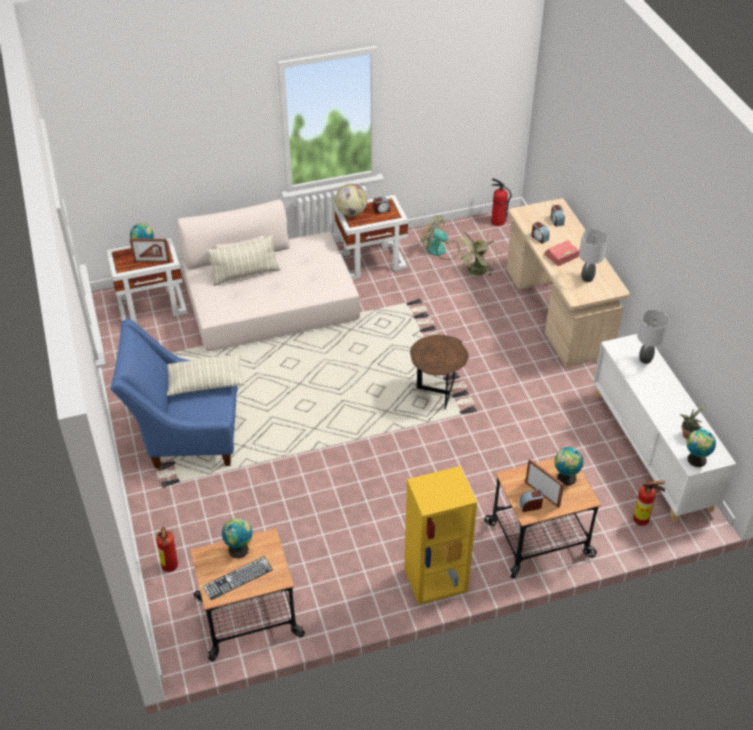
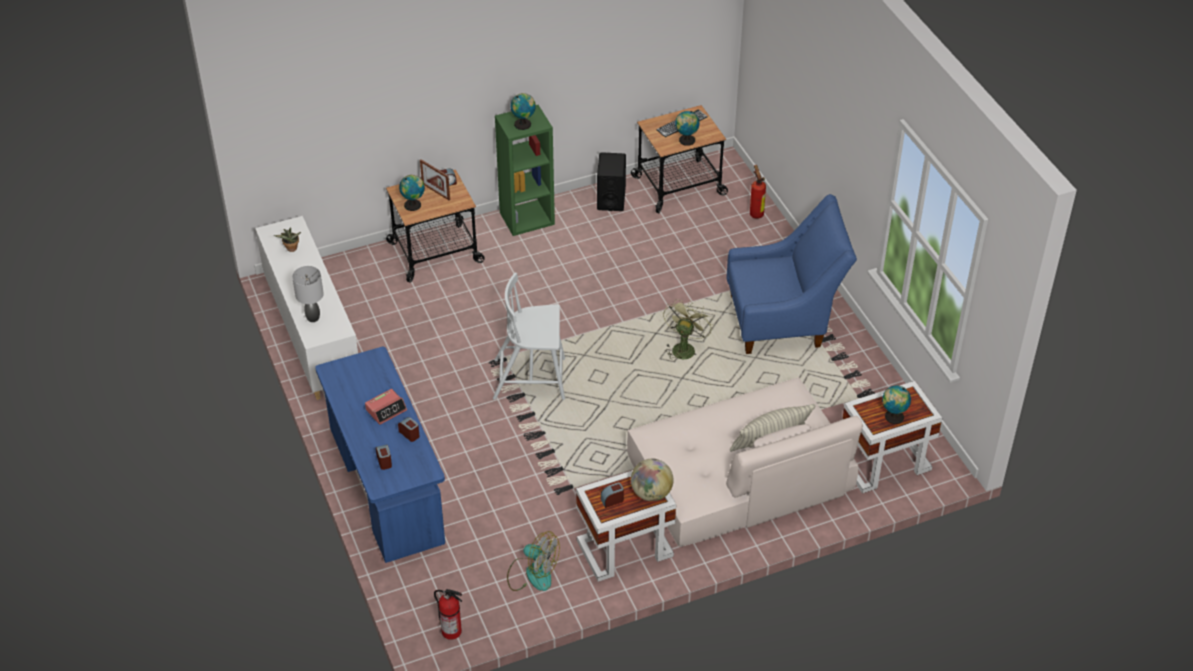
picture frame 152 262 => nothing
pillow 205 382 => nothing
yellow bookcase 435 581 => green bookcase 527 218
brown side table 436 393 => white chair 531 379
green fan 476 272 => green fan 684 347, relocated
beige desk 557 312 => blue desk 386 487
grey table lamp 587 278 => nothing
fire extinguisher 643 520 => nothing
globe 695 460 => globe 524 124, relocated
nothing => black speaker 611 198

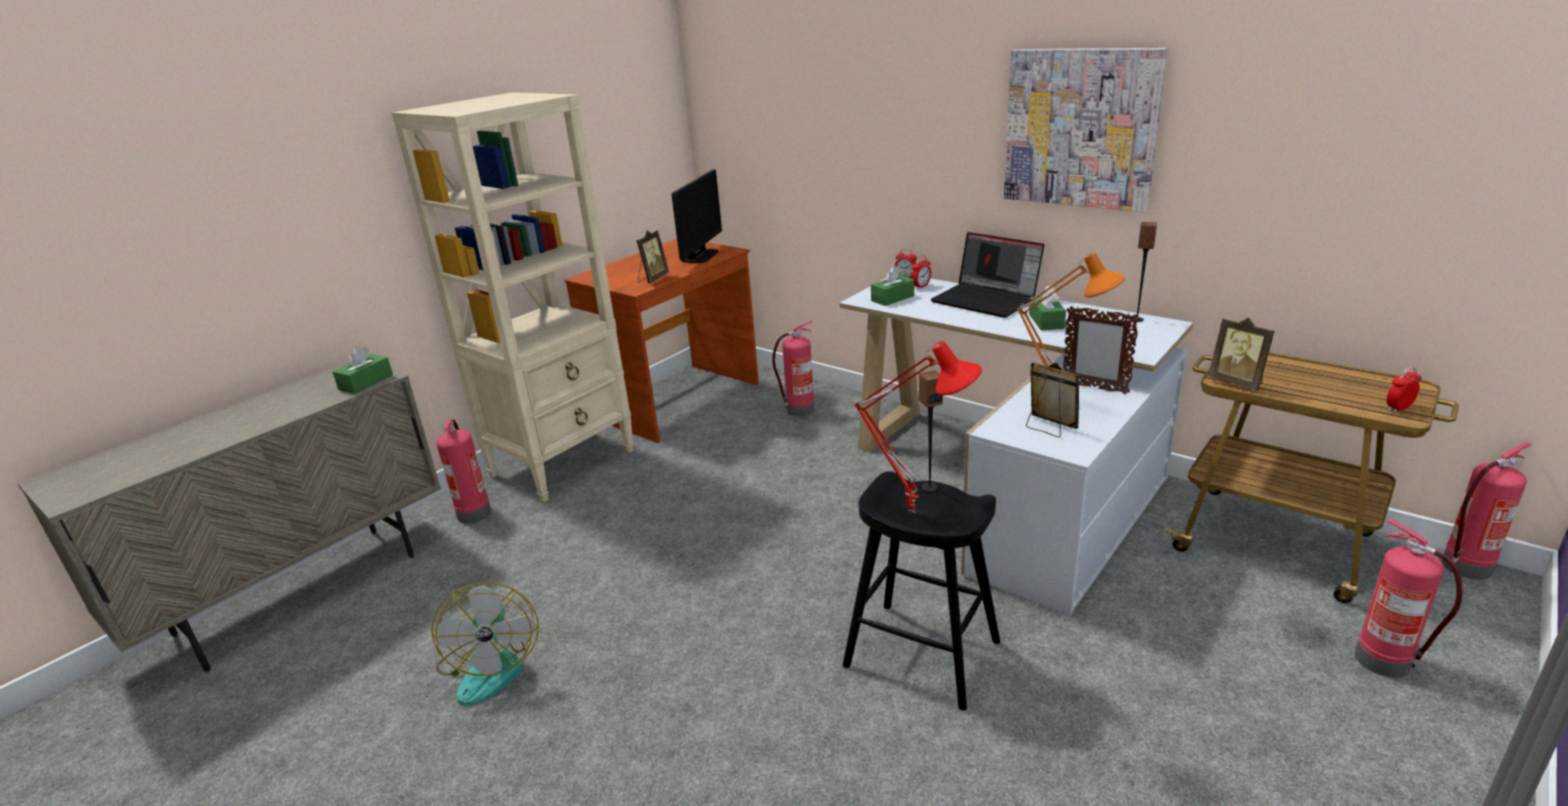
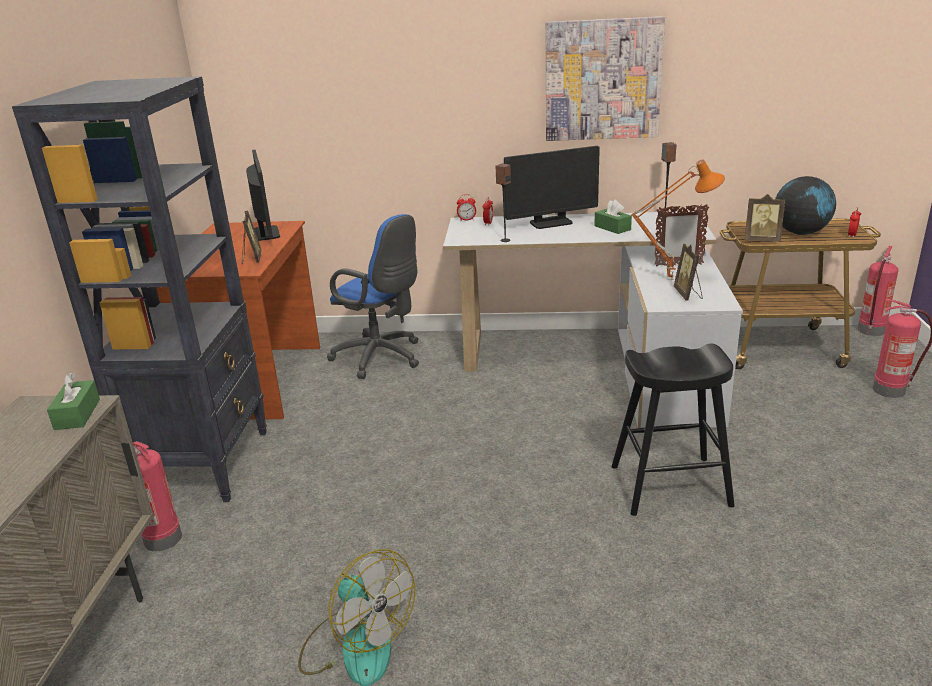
beige bookcase 564 462 => black bookcase 205 464
fire extinguisher 799 410 => blue office chair 382 358
red table lamp 914 510 => nothing
green tissue box 892 298 => nothing
speaker 929 487 => speaker 505 240, relocated
laptop 987 300 => monitor 551 223
picture frame 1048 427 => picture frame 688 294, 105 degrees counterclockwise
nothing => globe 800 233

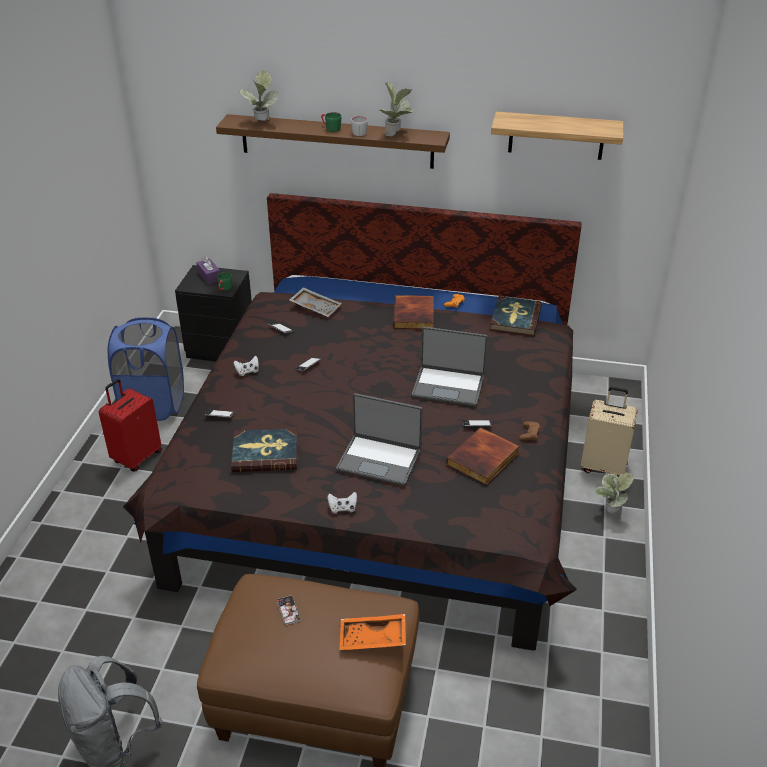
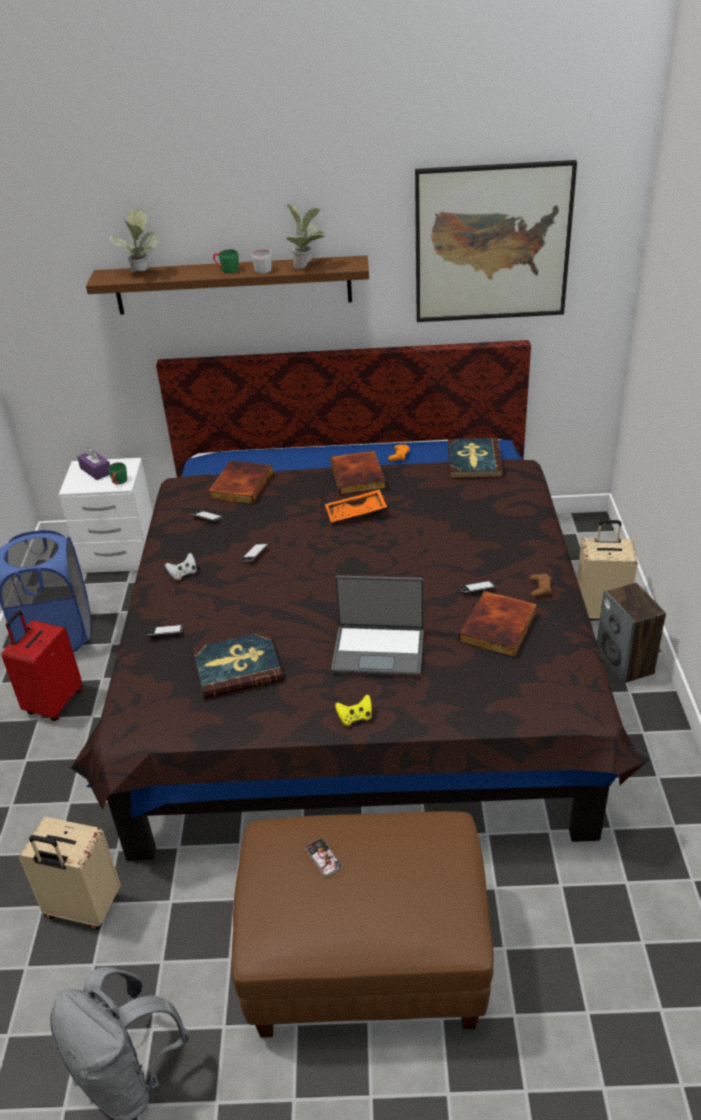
black nightstand 222 349 => white nightstand 121 555
grey tray 316 307 => book 240 485
white game controller 342 508 => yellow game controller 355 717
orange tray 372 639 => orange tray 356 513, relocated
laptop 448 386 => nothing
shelf 556 136 => picture 492 243
potted plant 609 512 => speaker 625 663
nothing => beige suitcase 82 908

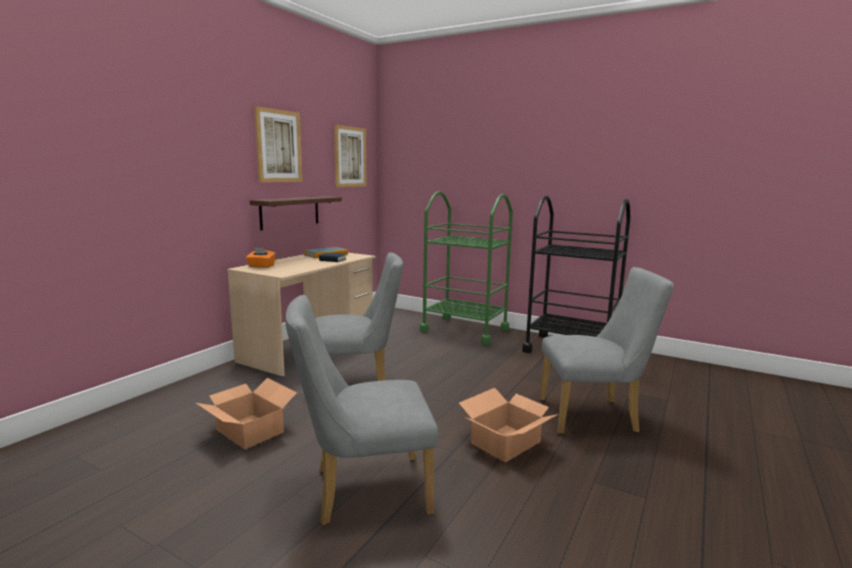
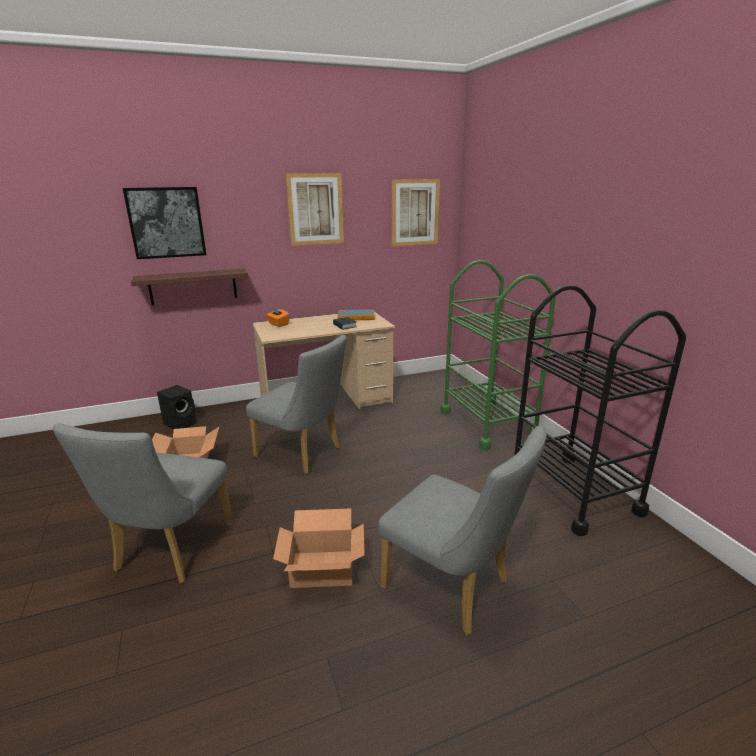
shelf 290 212 => shelf 193 286, relocated
grey chair 362 491 => grey chair 170 551, 105 degrees counterclockwise
nothing => picture 166 222
nothing => black speaker 181 423

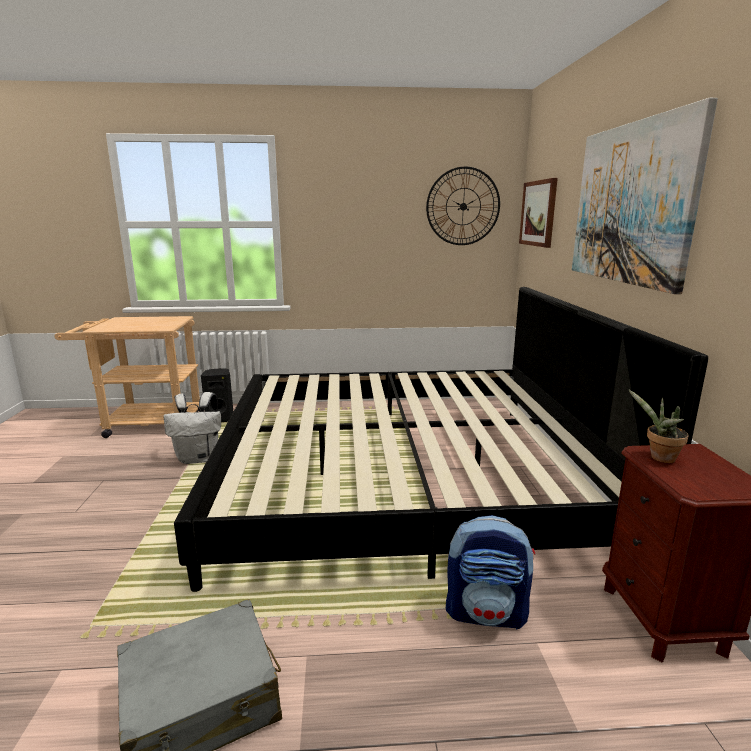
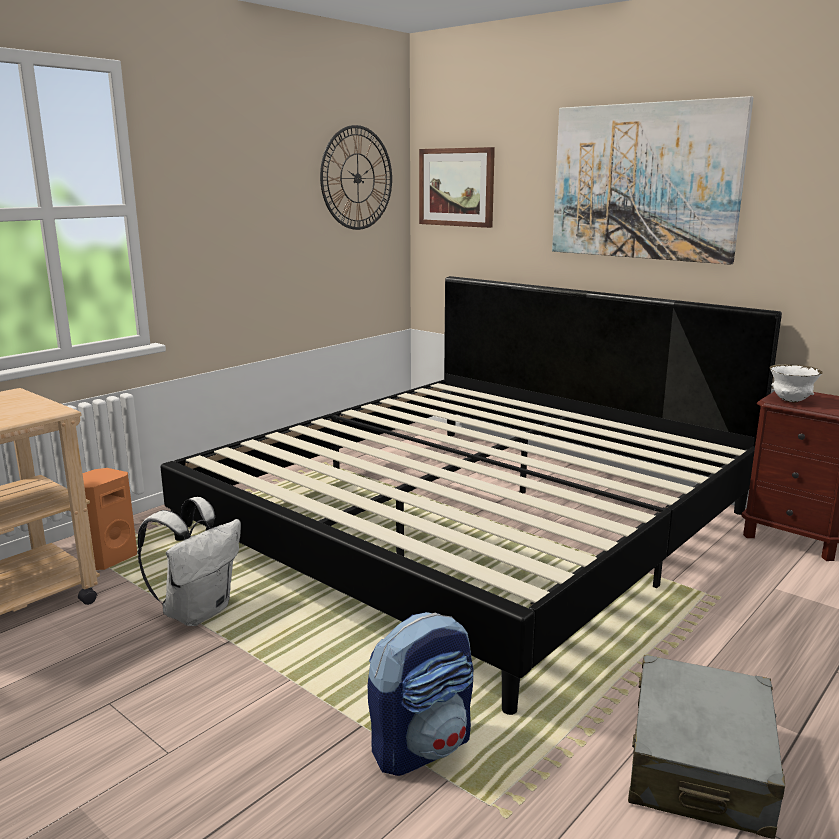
black speaker 221 419 => orange speaker 108 558
backpack 486 613 => backpack 422 746, relocated
potted plant 659 458 => white bowl 791 401

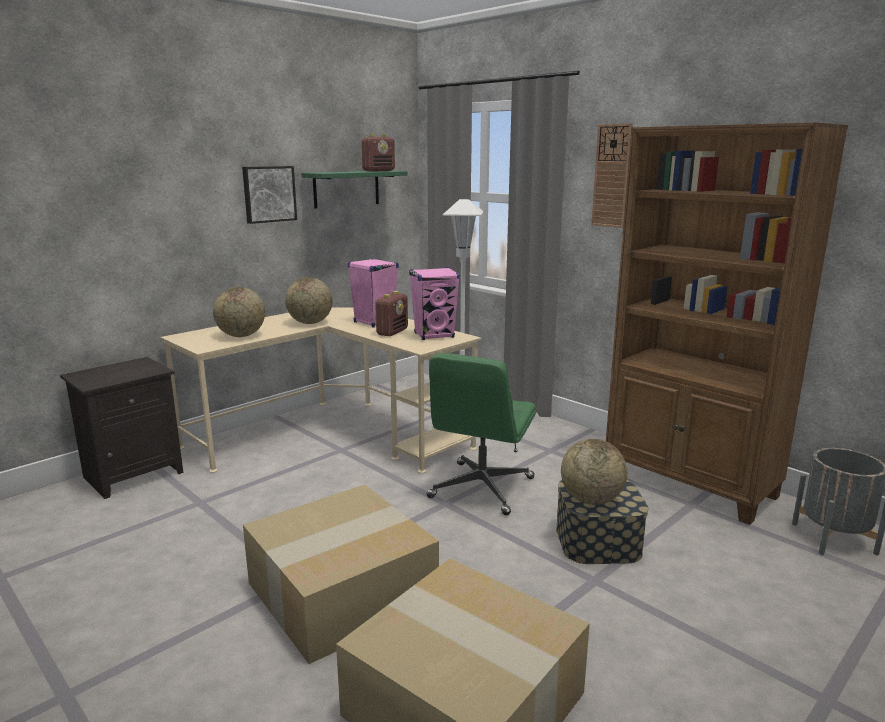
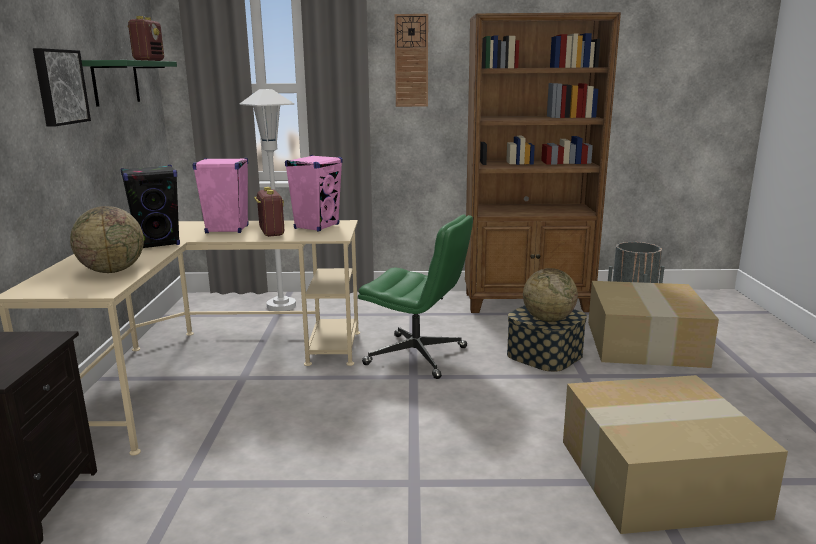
cardboard box 341 594 => cardboard box 646 344, relocated
globe 310 323 => black speaker 158 244
green office chair 481 488 => green office chair 417 356, 45 degrees counterclockwise

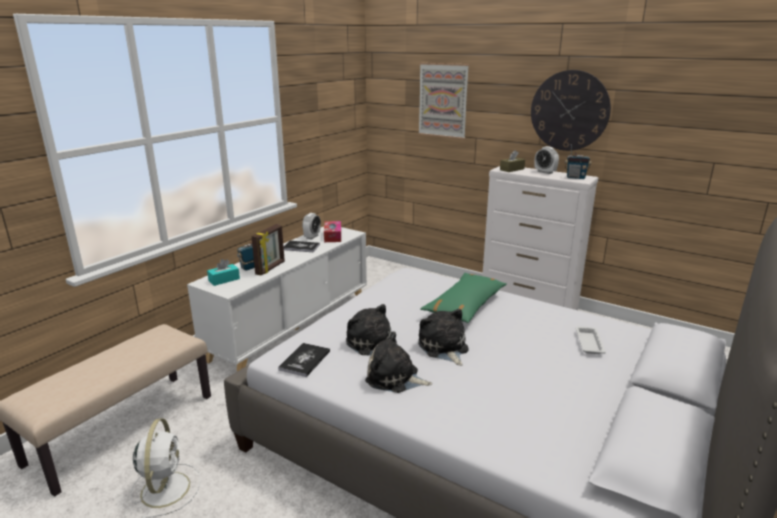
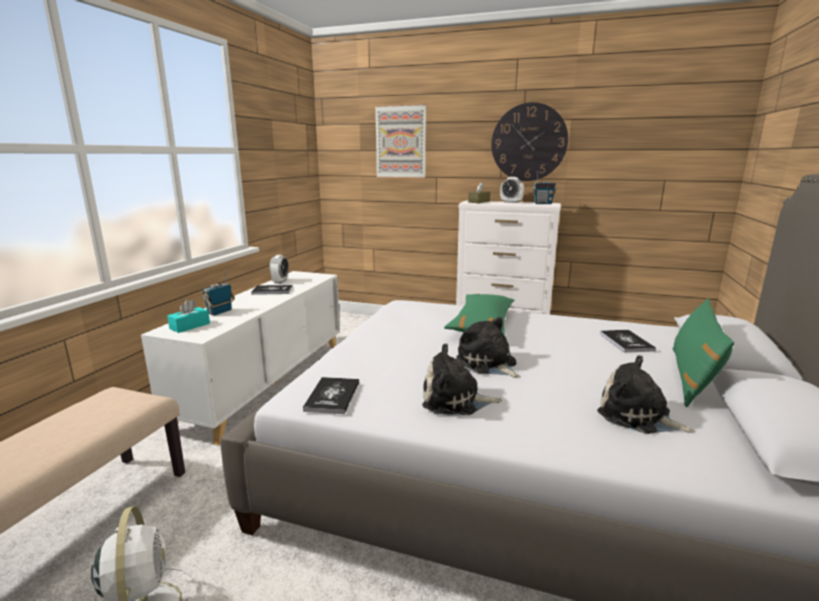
picture frame 271 268 => nothing
tissue box 332 236 => nothing
plush toy 372 344 => plush toy 638 416, relocated
white tray 589 342 => book 626 342
nothing => green pillow 692 377

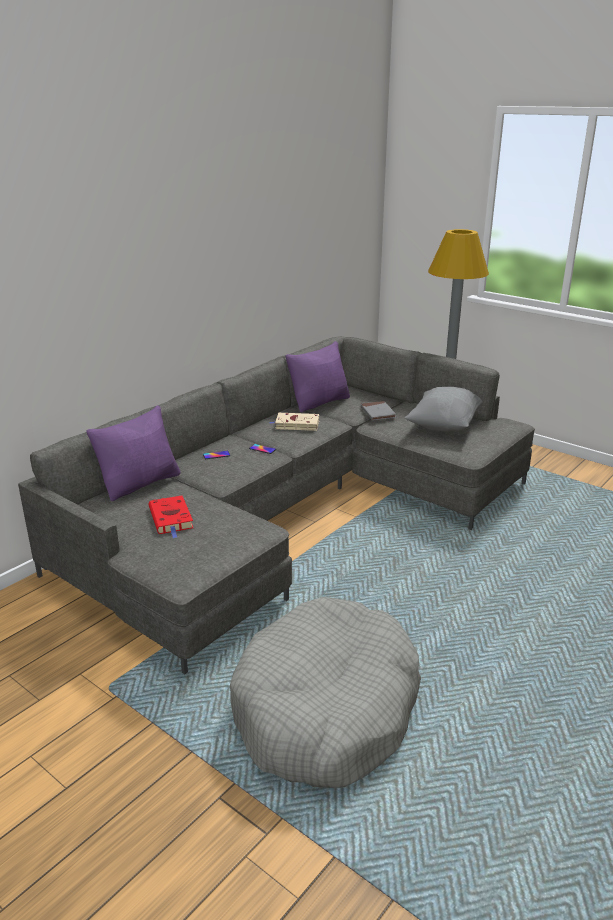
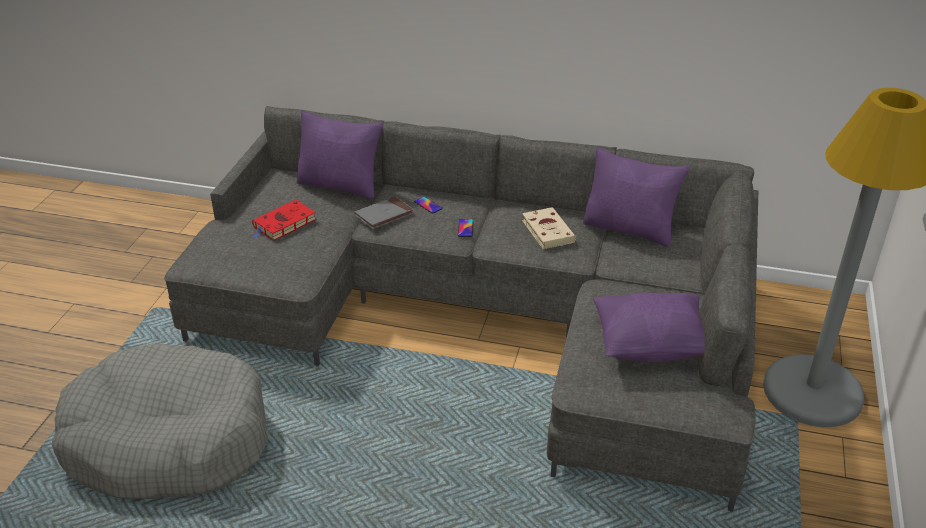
grey book 378 413 => grey book 384 215, relocated
grey pillow 444 425 => purple pillow 651 346

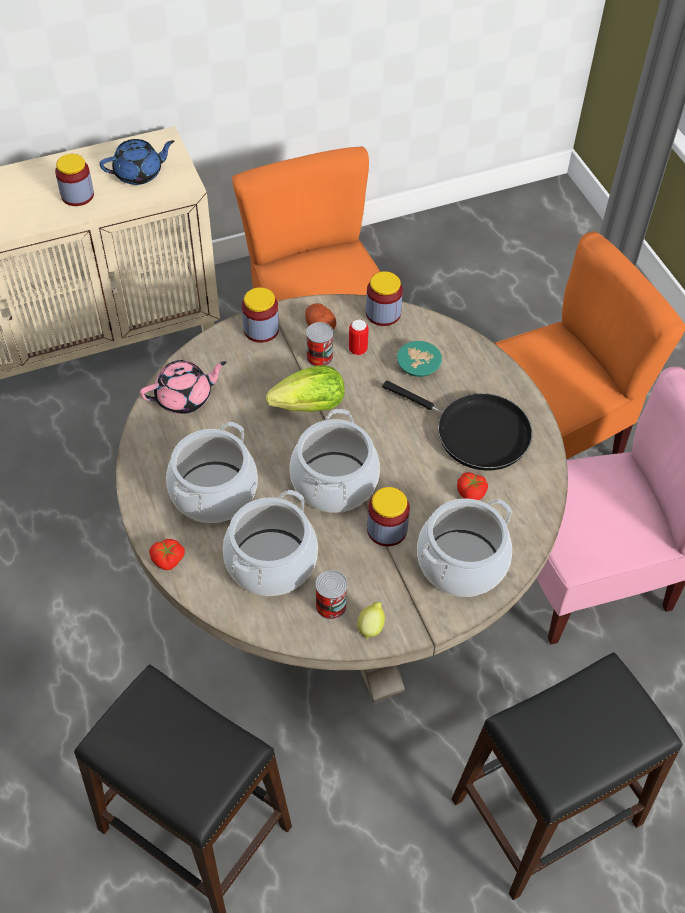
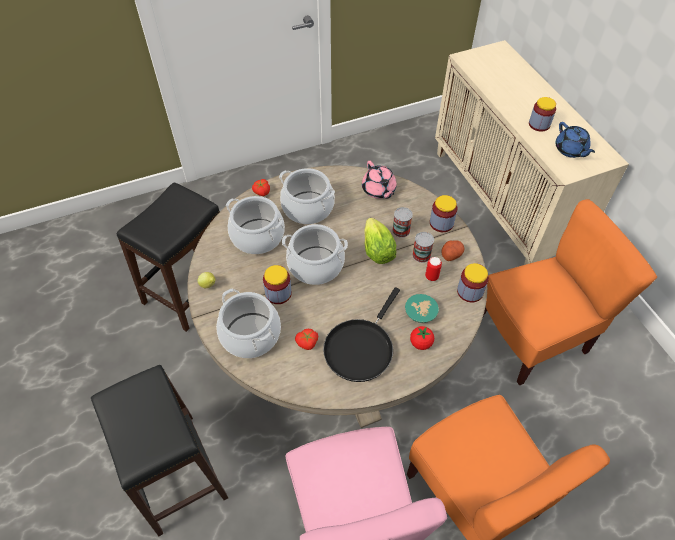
can 331 605 => can 401 230, relocated
nothing => tomato 421 343

